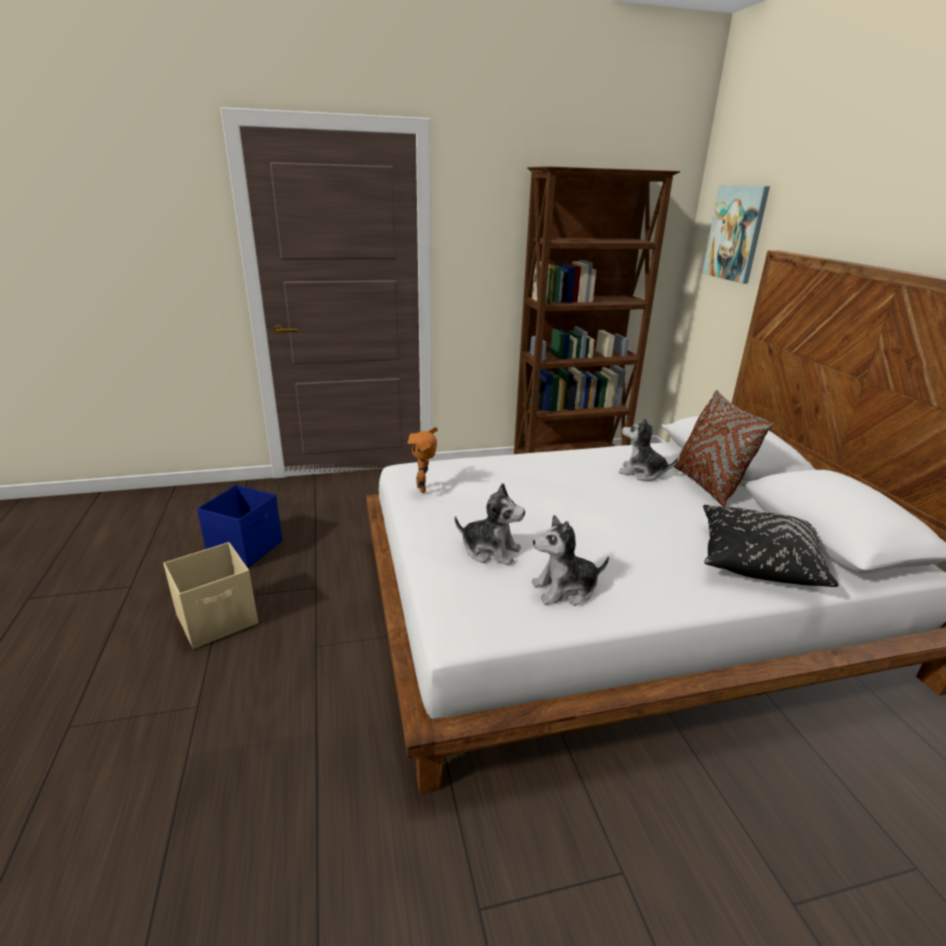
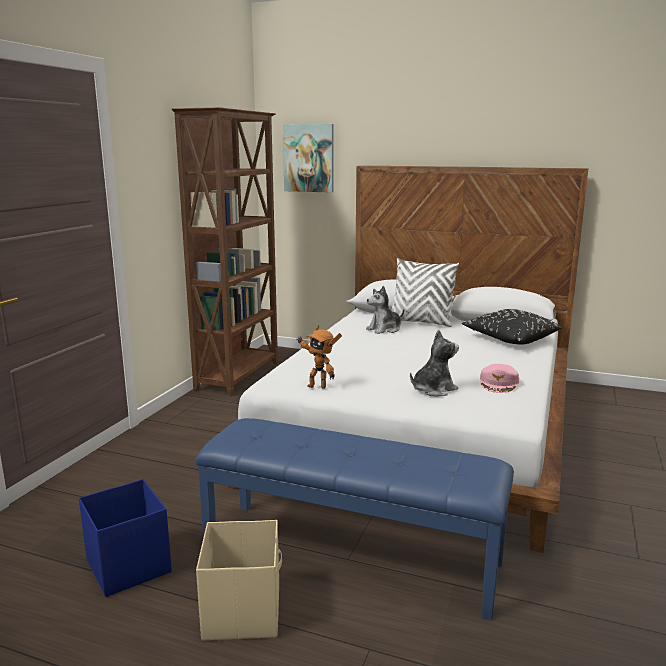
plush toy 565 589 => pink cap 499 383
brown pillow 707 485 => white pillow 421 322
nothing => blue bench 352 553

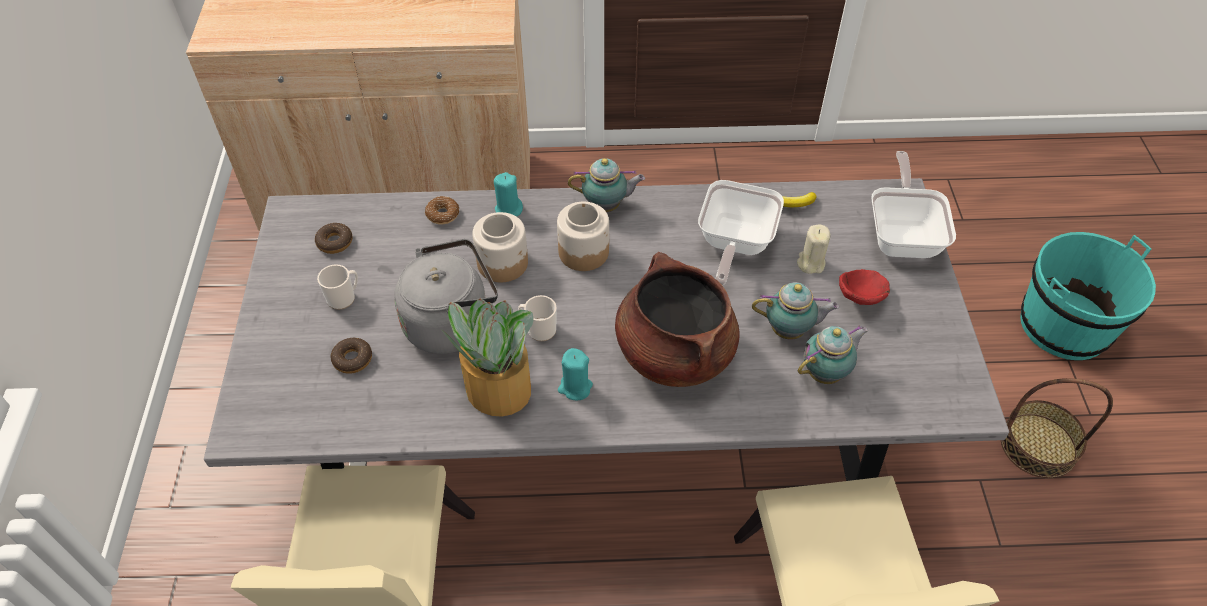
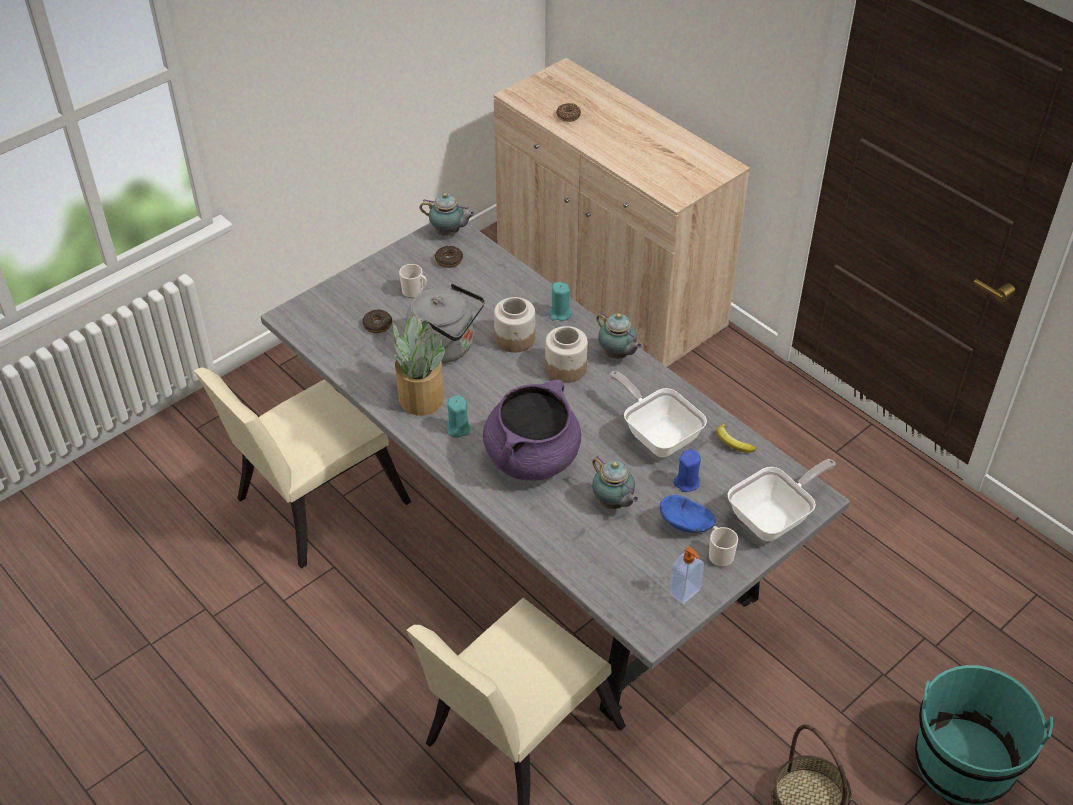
donut 442 214 => donut 568 116, relocated
mug 538 329 => mug 719 555, relocated
brown cooking pot 673 353 => purple cooking pot 532 457
frying pan 734 245 => frying pan 657 434, 75 degrees clockwise
beige candle 810 263 => blue candle 687 482
teapot 826 373 => teapot 449 233, relocated
red bowl 862 296 => blue bowl 687 525
nothing => soap dispenser 685 592

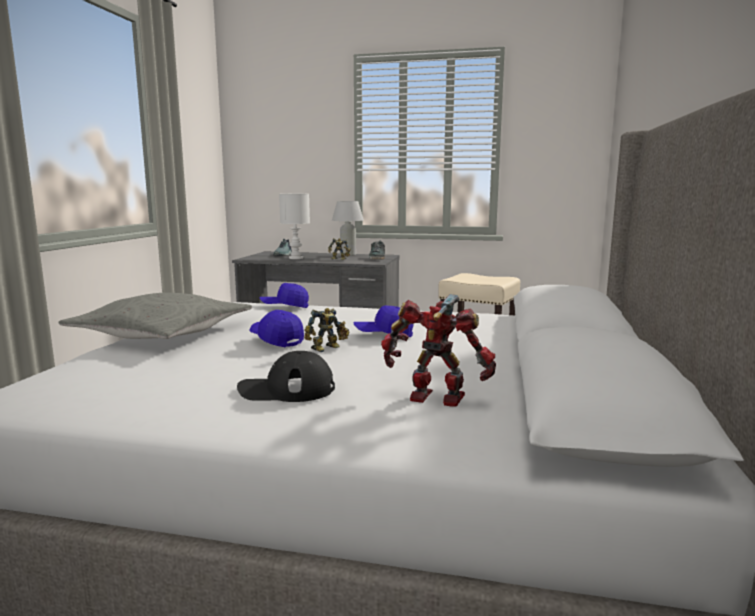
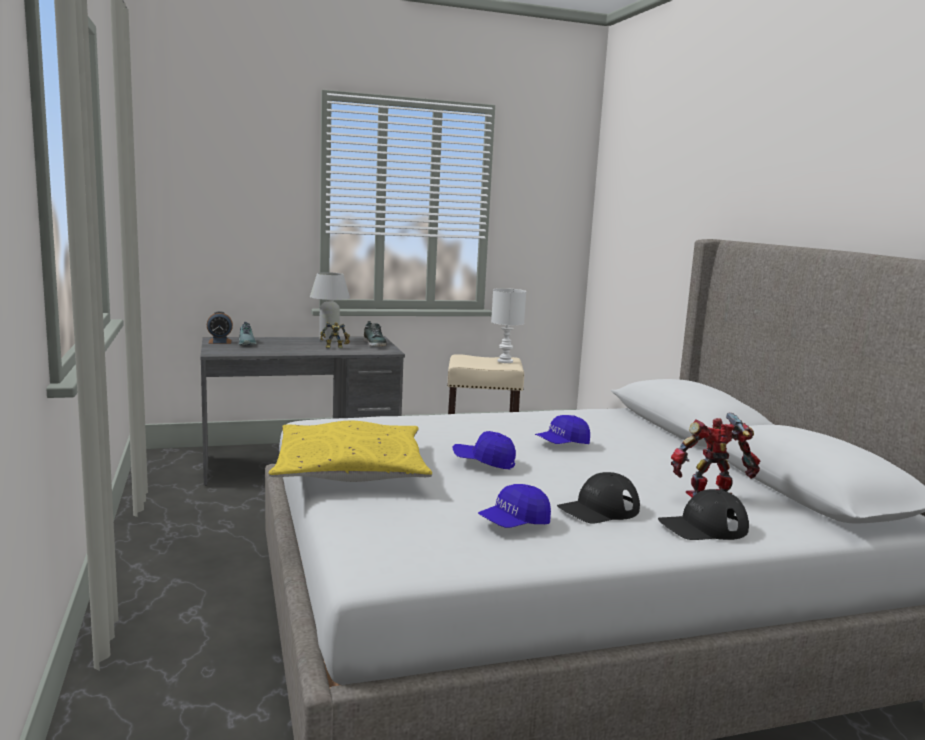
grey pillow 163 334 => yellow pillow 351 470
blue cap 285 307 => blue cap 514 524, relocated
white table lamp 296 258 => white table lamp 505 361, relocated
toy robot 327 348 => nothing
nothing => alarm clock 220 342
nothing => black cap 703 527

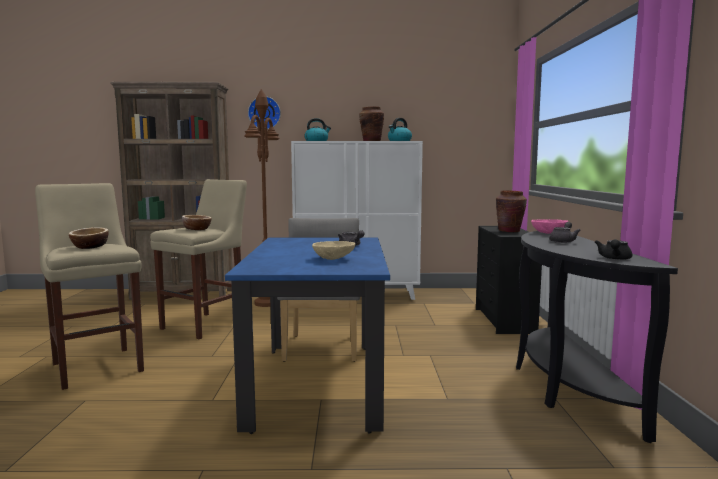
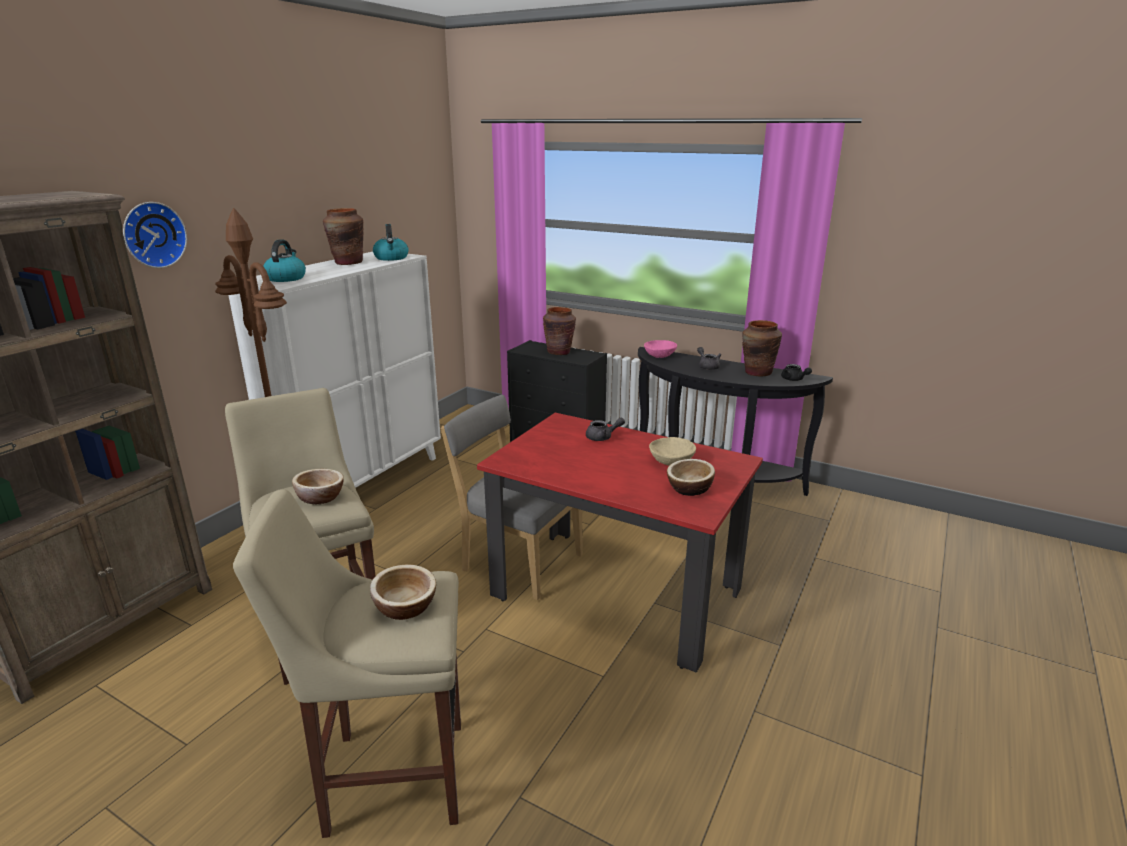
blue dining table 318 383 => red dining table 616 593
nothing => bowl 689 489
nothing => brown vase 757 372

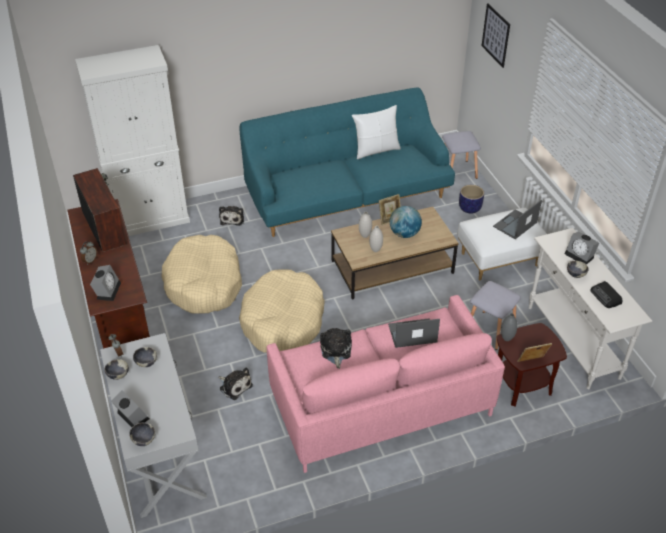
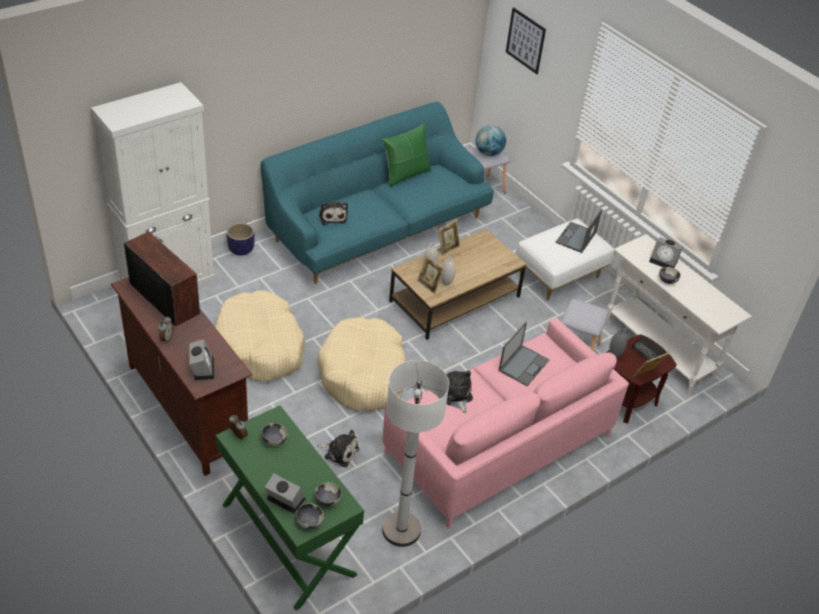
white console table 159 454 => green console table 287 539
bowl 118 375 => bowl 327 501, relocated
plush toy 232 218 => plush toy 332 216, relocated
white pillow 376 150 => green pillow 405 174
laptop 411 333 => laptop 524 365, 150 degrees clockwise
globe 404 234 => globe 488 153, relocated
planter 470 208 => planter 241 249, relocated
radio 606 297 => radio 648 352, relocated
nothing => white floor lamp 401 530
nothing => picture frame 429 285

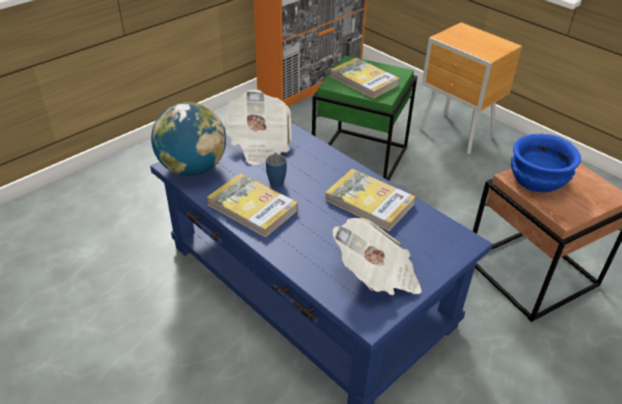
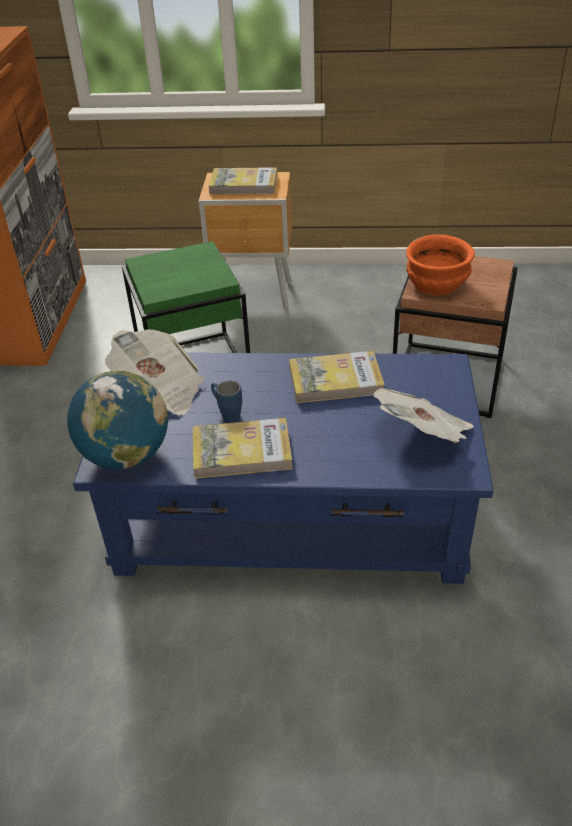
book 364 80 => book 243 185, relocated
blue bowl 537 180 => orange bowl 437 284

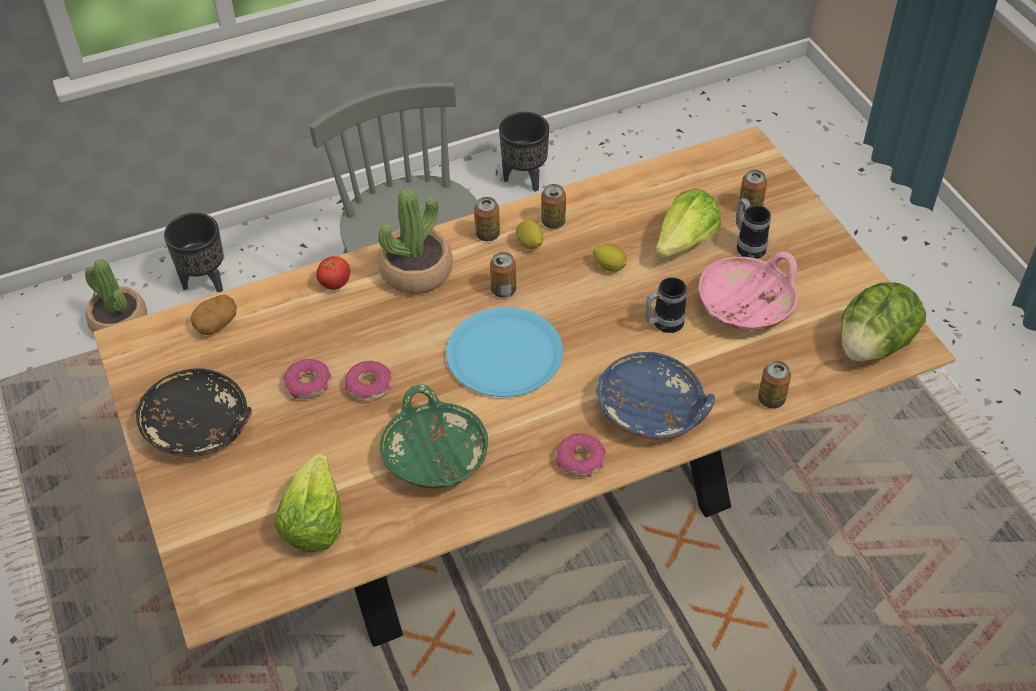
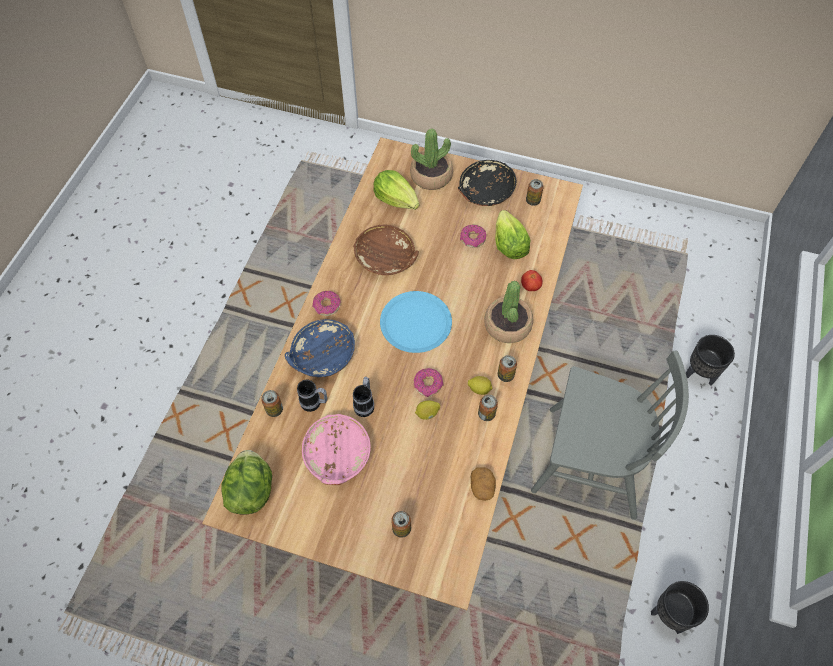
potted plant 119 322 => potted plant 431 176, relocated
potato 216 323 => potato 482 487, relocated
donut 369 386 => donut 428 384, relocated
green bowl 434 454 => brown bowl 386 258
can 503 290 => can 533 201, relocated
lettuce 685 242 => lettuce 508 244, relocated
mug 747 245 => mug 314 403, relocated

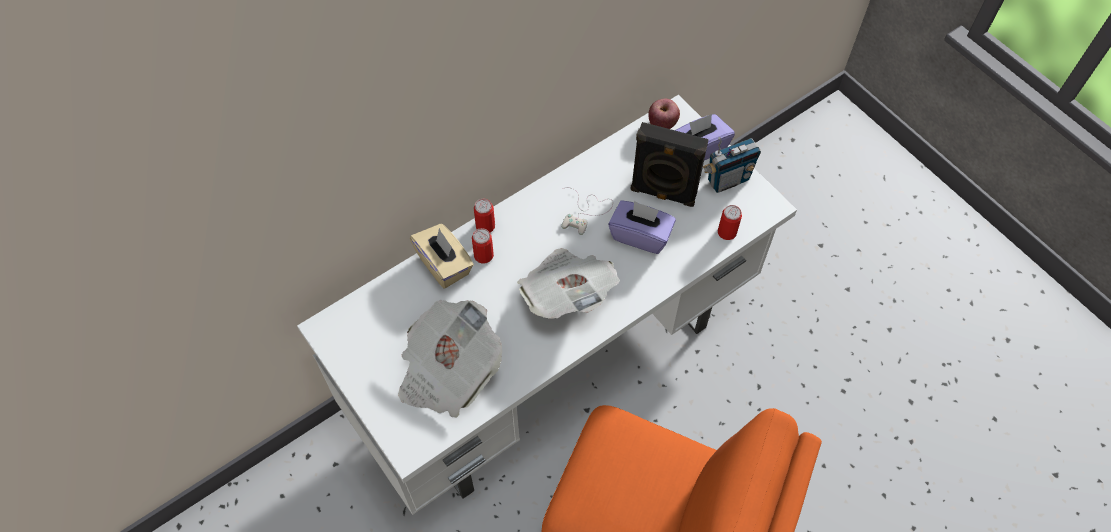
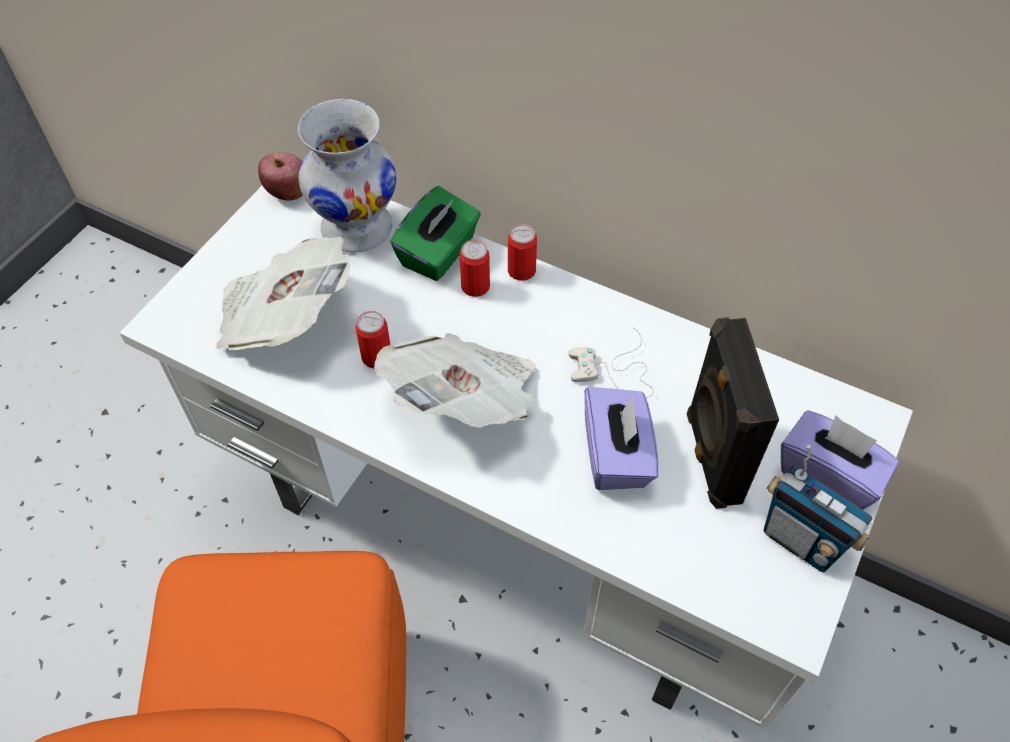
beige tissue box 444 265 => green tissue box 439 253
apple 662 124 => apple 288 192, relocated
can 727 232 => can 376 357, relocated
nothing => white vase 356 229

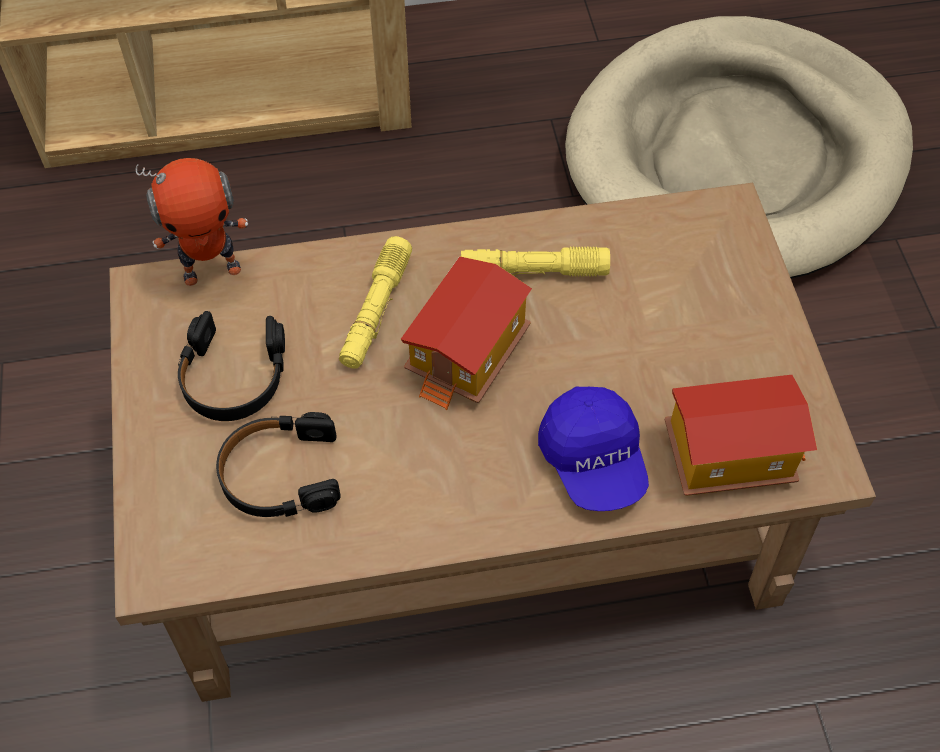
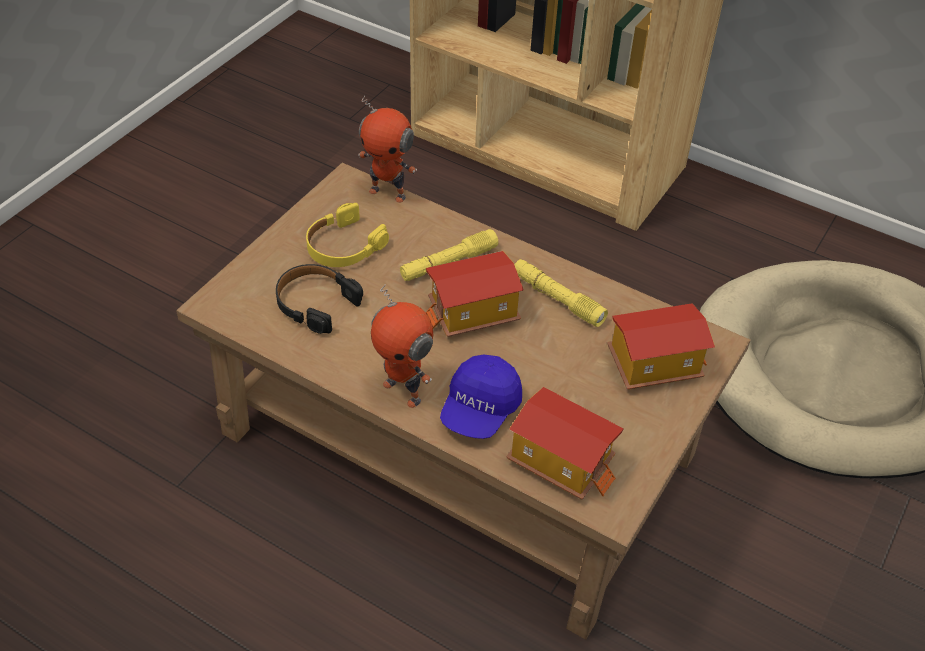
black headphones 233 376 => yellow headphones 343 246
nothing => toy robot 404 391
nothing => toy house 654 364

